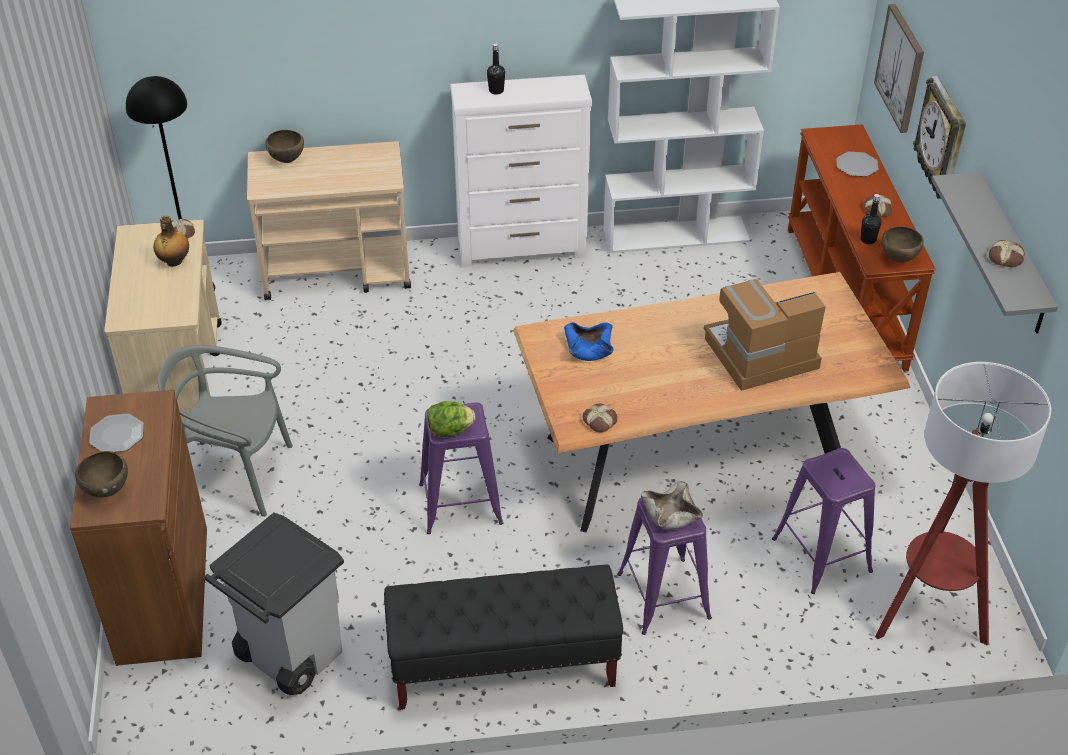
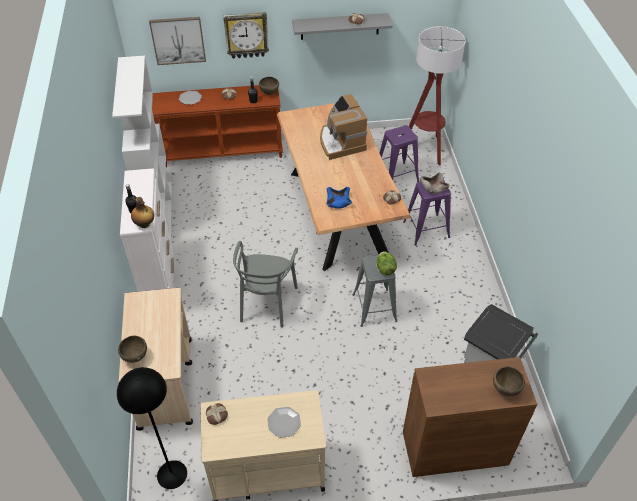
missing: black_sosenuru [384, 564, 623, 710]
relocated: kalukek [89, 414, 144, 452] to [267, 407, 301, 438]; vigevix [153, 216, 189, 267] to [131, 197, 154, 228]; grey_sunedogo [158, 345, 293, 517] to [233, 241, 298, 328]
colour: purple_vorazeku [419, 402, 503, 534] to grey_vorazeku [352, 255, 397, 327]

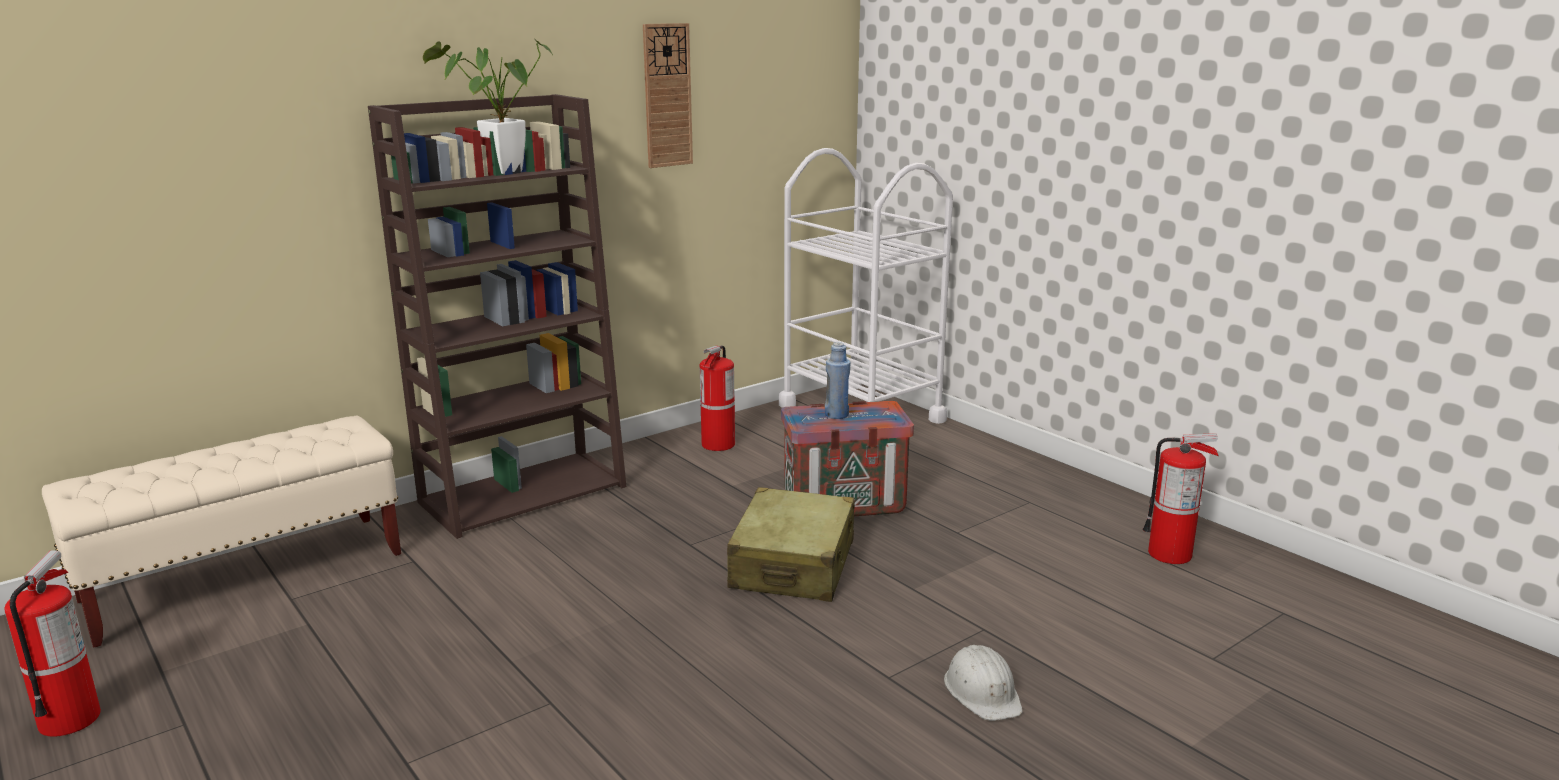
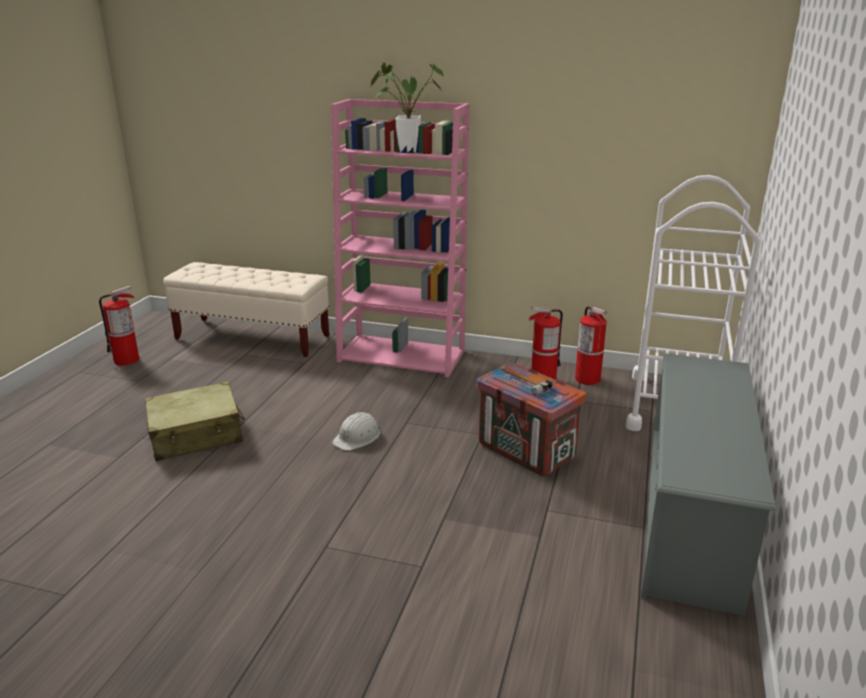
missing: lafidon [643, 23, 693, 168]
appeared: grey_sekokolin [641, 354, 776, 616]
relocated: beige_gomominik [727, 487, 855, 602] to [145, 381, 245, 461]; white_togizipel [944, 645, 1023, 721] to [332, 412, 380, 451]; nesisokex [1142, 433, 1219, 564] to [575, 306, 607, 385]
exchanged: blue_vigevix [825, 342, 850, 419] to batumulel [500, 366, 553, 395]
colour: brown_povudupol [368, 94, 627, 539] to pink_povudupol [331, 99, 469, 377]

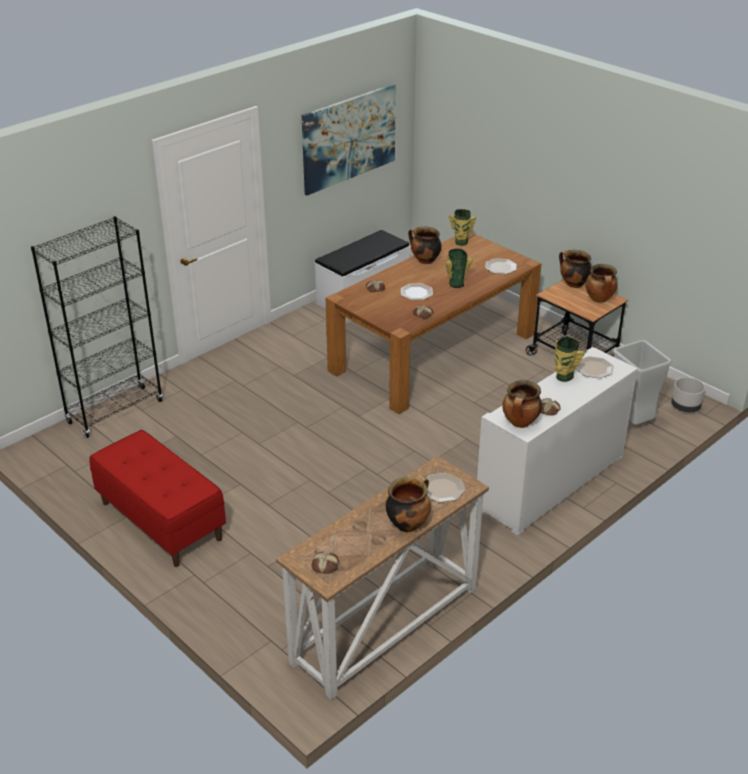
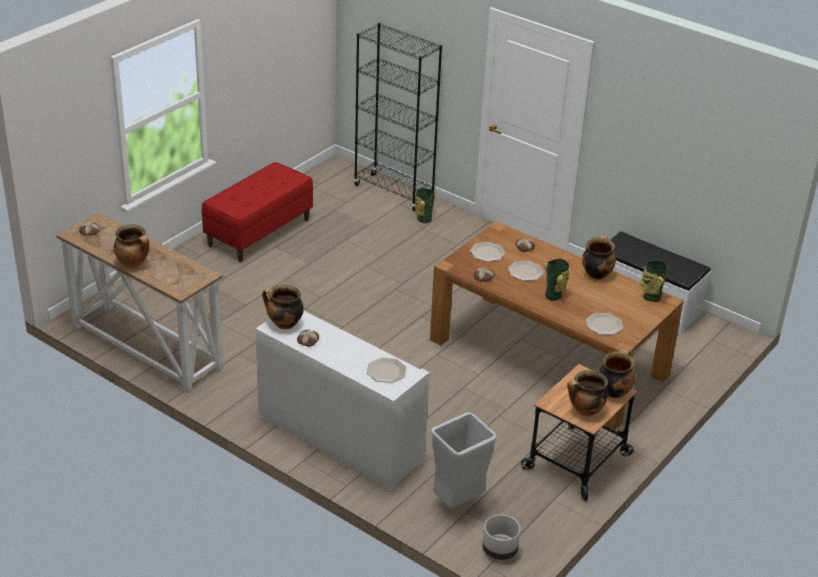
missing: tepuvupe [302, 84, 396, 195]
relocated: kalukek [426, 473, 465, 503] to [470, 242, 505, 262]; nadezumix [554, 337, 585, 382] to [414, 188, 436, 223]

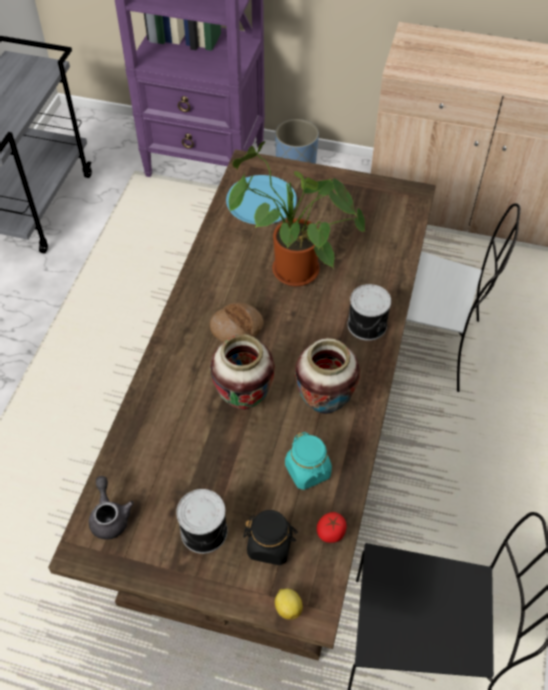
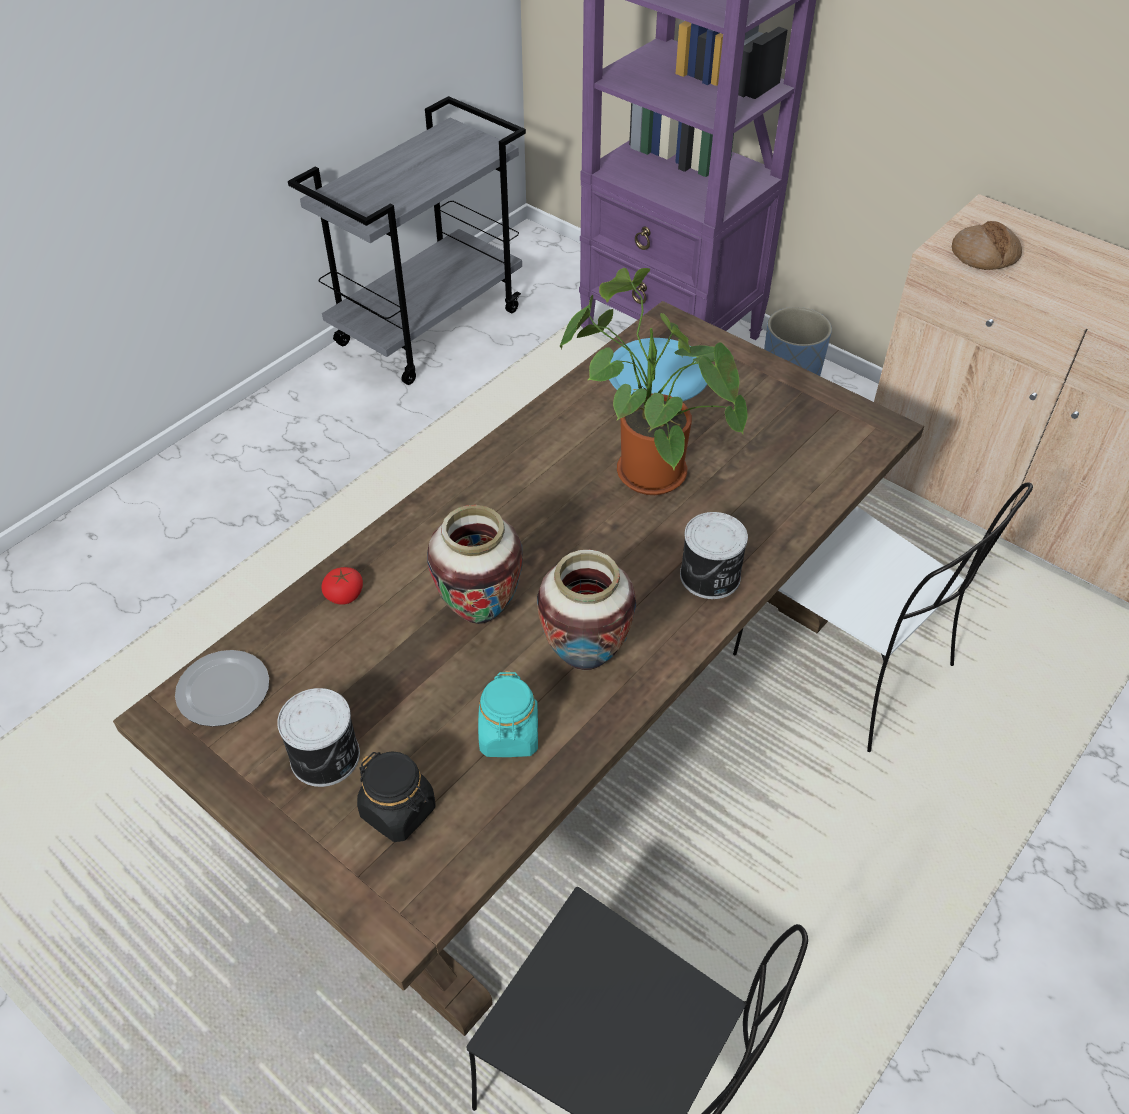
missing: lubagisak [275, 588, 303, 620]
relocated: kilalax [210, 302, 263, 343] to [952, 221, 1022, 270]; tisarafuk [317, 512, 347, 543] to [321, 567, 363, 605]
exchanged: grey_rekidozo [89, 476, 134, 540] to kalukek [175, 650, 269, 727]

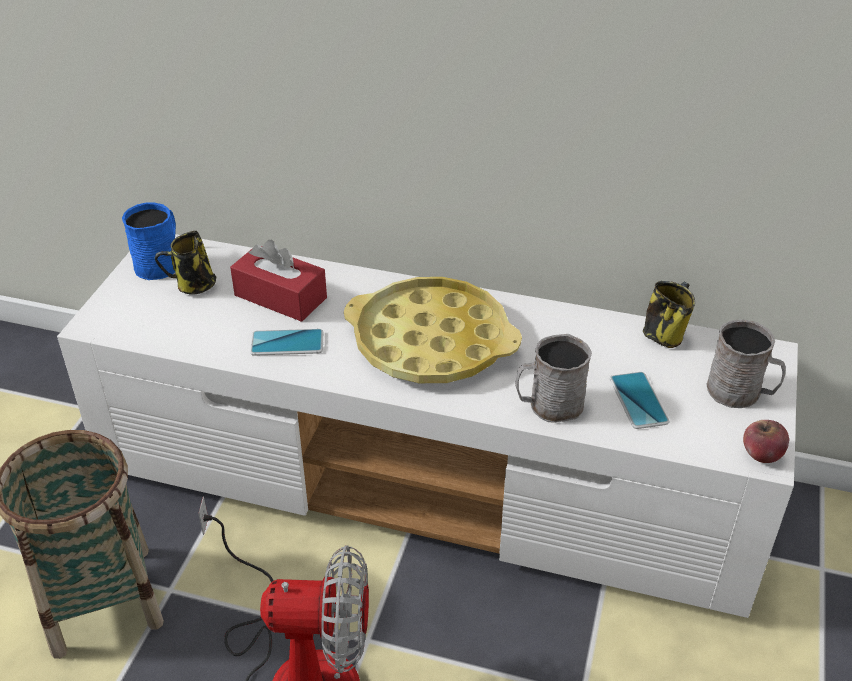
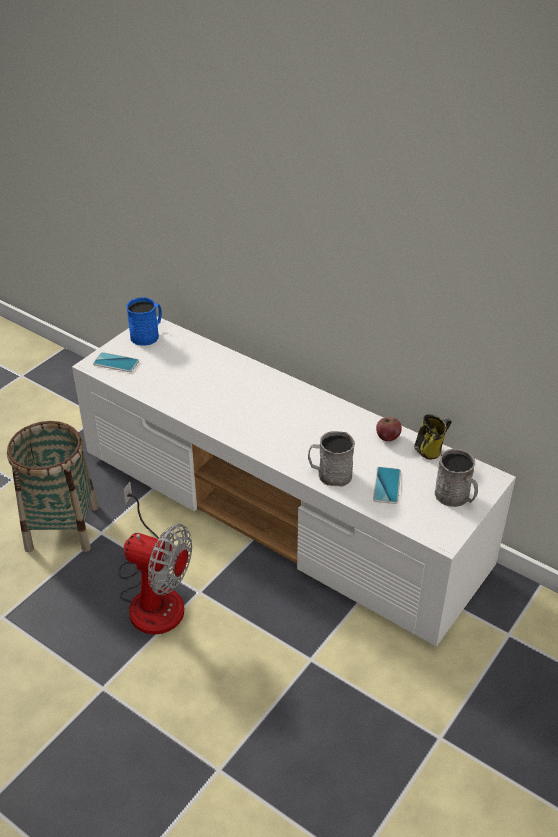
missing: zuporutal [155, 231, 216, 294]; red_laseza [230, 240, 327, 322]; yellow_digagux [344, 277, 522, 383]
relocated: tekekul [250, 329, 324, 356] to [93, 352, 139, 372]; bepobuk [743, 420, 789, 463] to [376, 417, 402, 441]

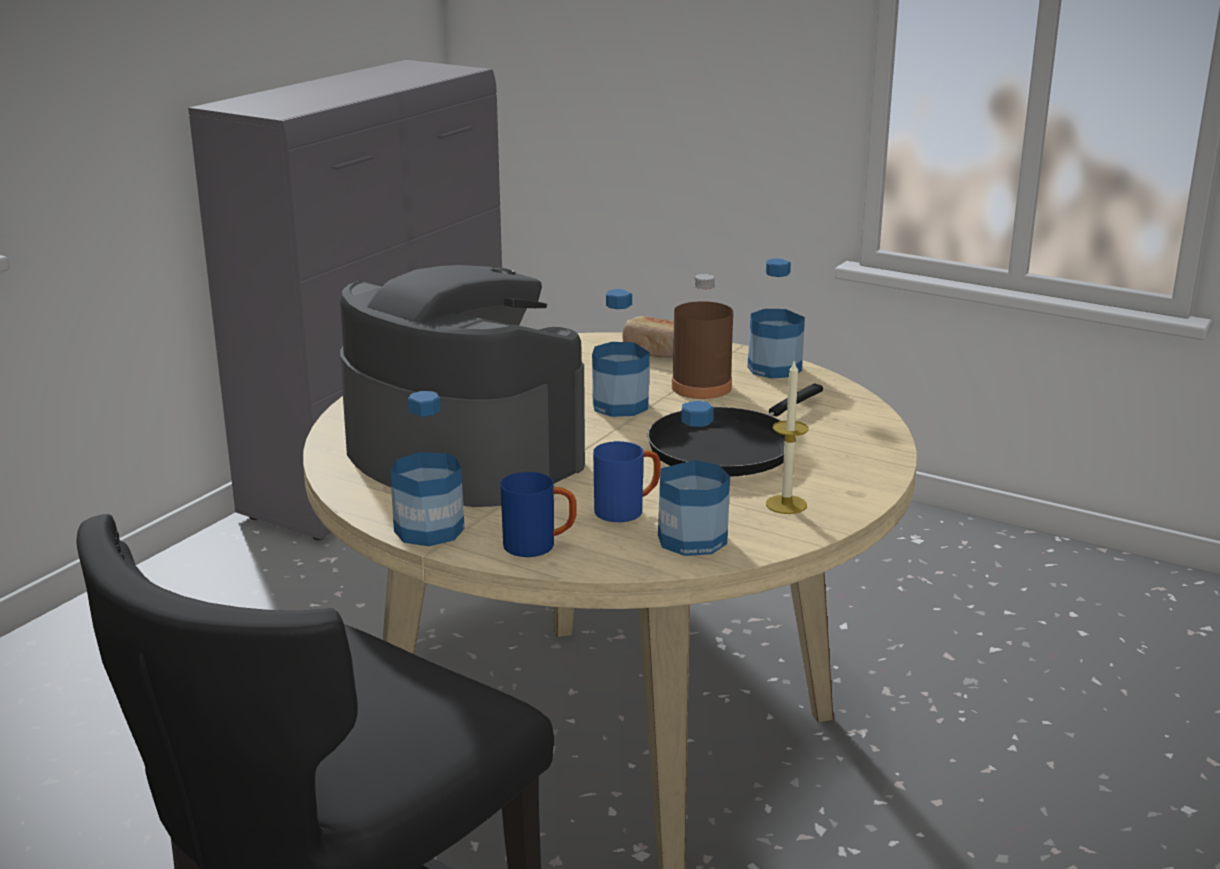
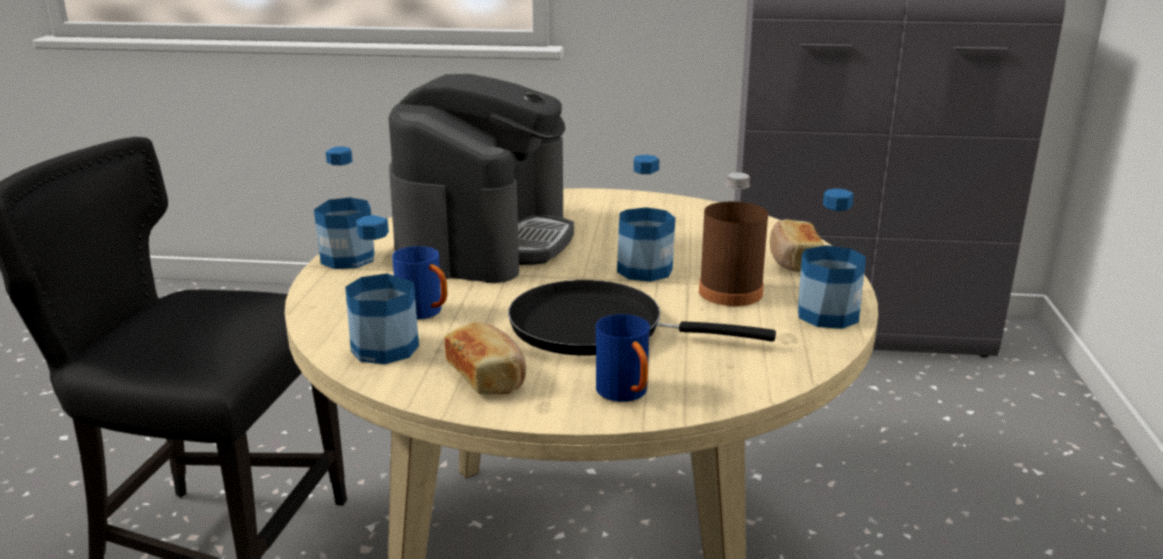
relocated: blue_zuporutal [500, 472, 577, 557] to [596, 314, 650, 402]
exchanged: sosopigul [766, 359, 808, 514] to kilalax [444, 322, 526, 395]

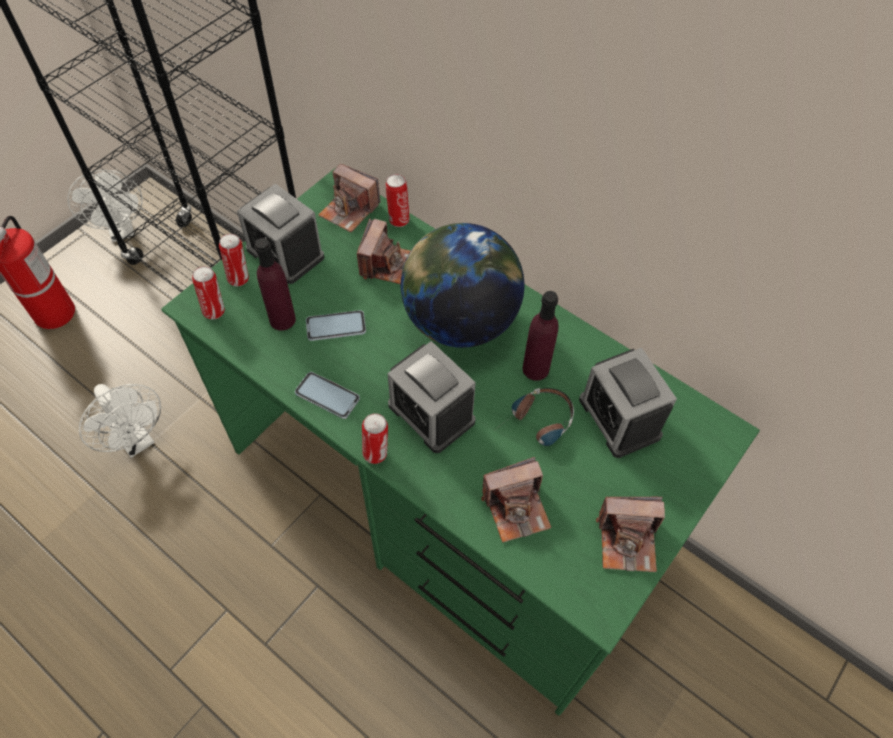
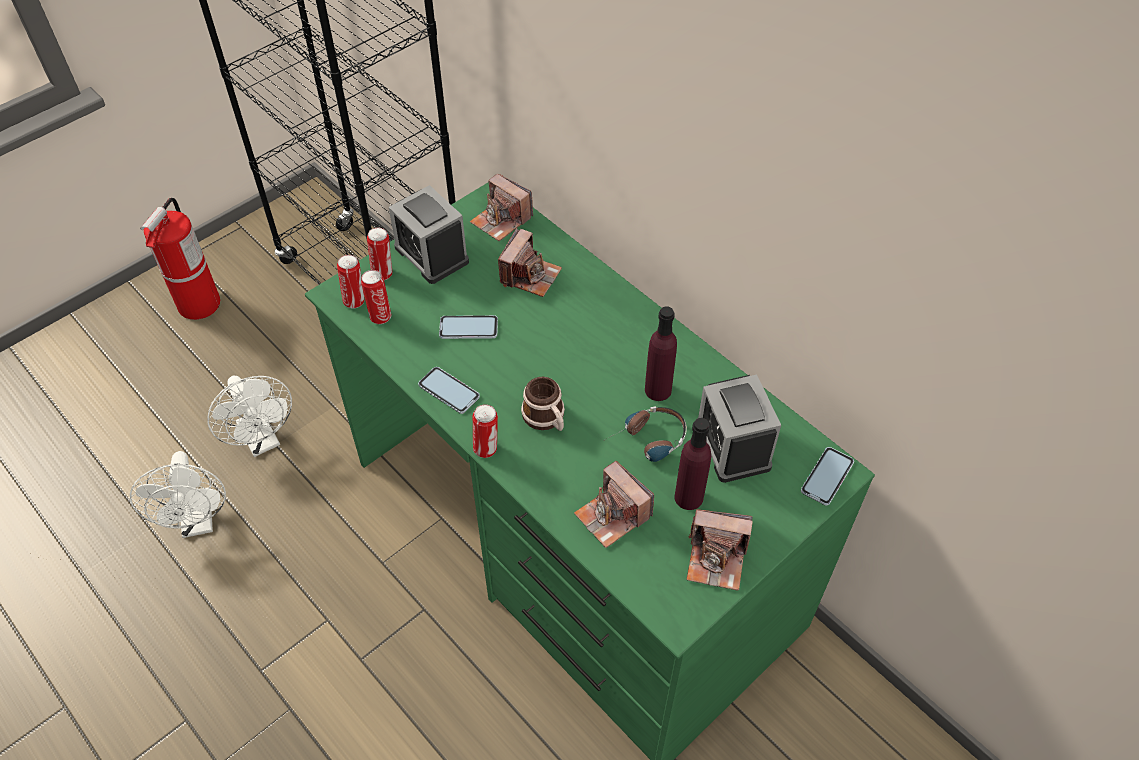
missing: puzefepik [401, 223, 524, 348]
appeared: tekekul [801, 447, 854, 505]
relocated: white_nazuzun [67, 170, 142, 242] to [130, 451, 226, 538]; purple_vigevix [255, 238, 296, 331] to [674, 418, 711, 510]; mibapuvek [385, 174, 410, 227] to [361, 270, 391, 324]
exchanged: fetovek [387, 341, 476, 453] to zuporutal [521, 377, 565, 431]
spun: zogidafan [482, 457, 552, 542] = [574, 461, 654, 548] 60 degrees clockwise

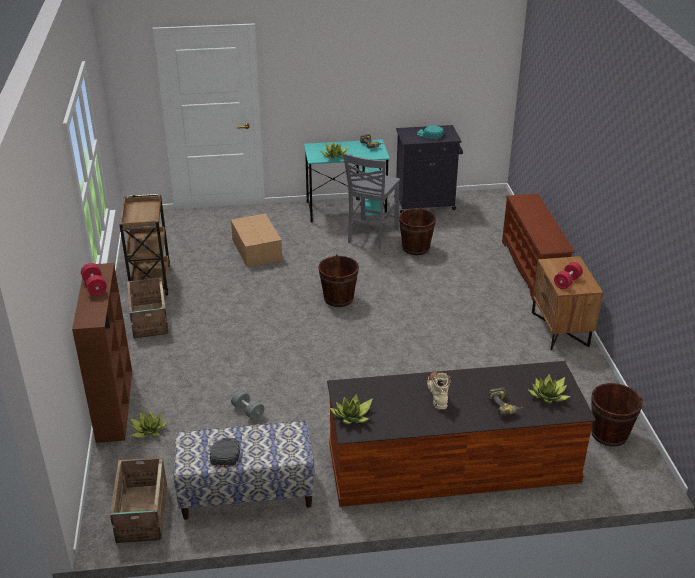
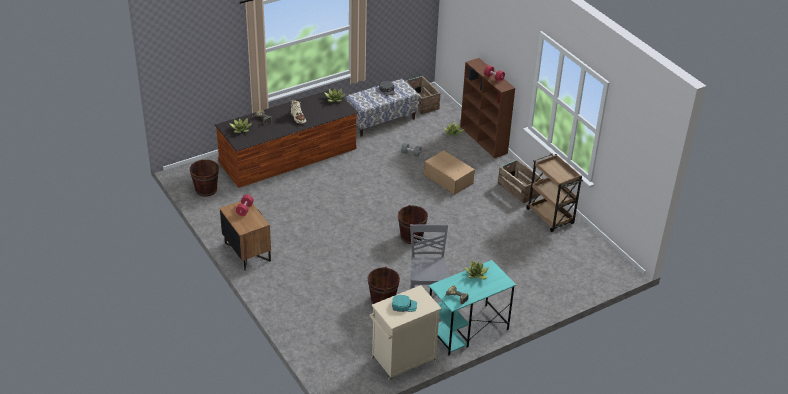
missing: brown_sekokolin [502, 194, 575, 300]
relocated: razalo [231, 214, 282, 267] to [424, 150, 475, 195]
colour: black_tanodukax [394, 125, 463, 213] to beige_tanodukax [370, 285, 442, 381]

